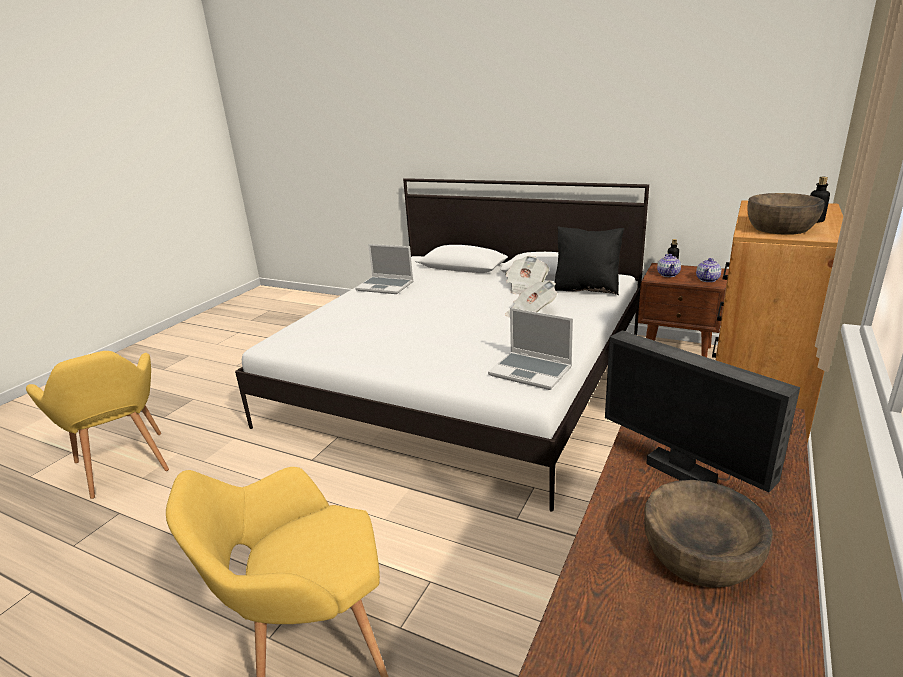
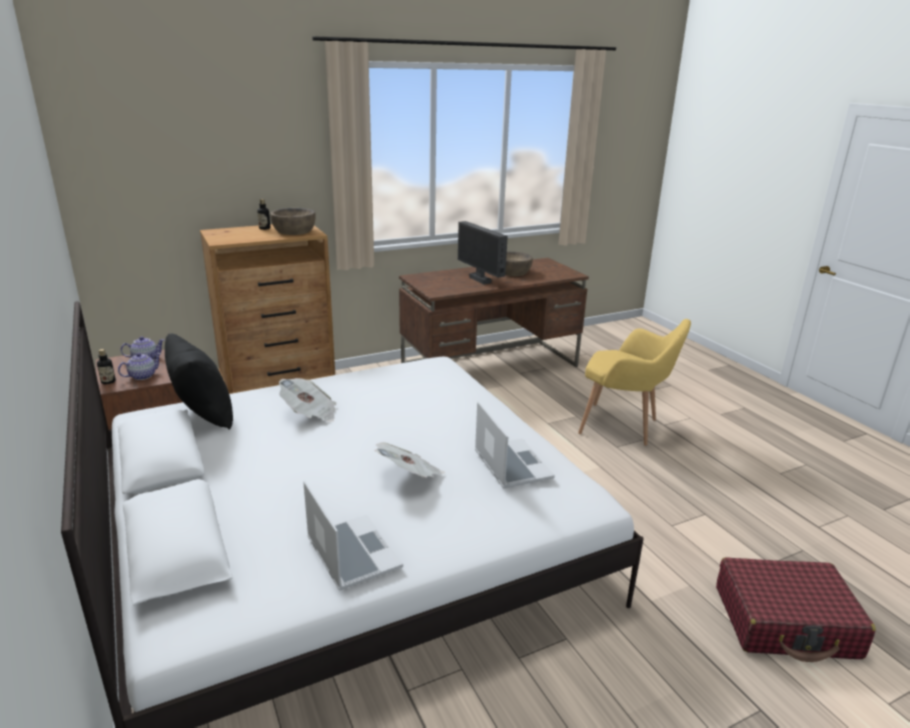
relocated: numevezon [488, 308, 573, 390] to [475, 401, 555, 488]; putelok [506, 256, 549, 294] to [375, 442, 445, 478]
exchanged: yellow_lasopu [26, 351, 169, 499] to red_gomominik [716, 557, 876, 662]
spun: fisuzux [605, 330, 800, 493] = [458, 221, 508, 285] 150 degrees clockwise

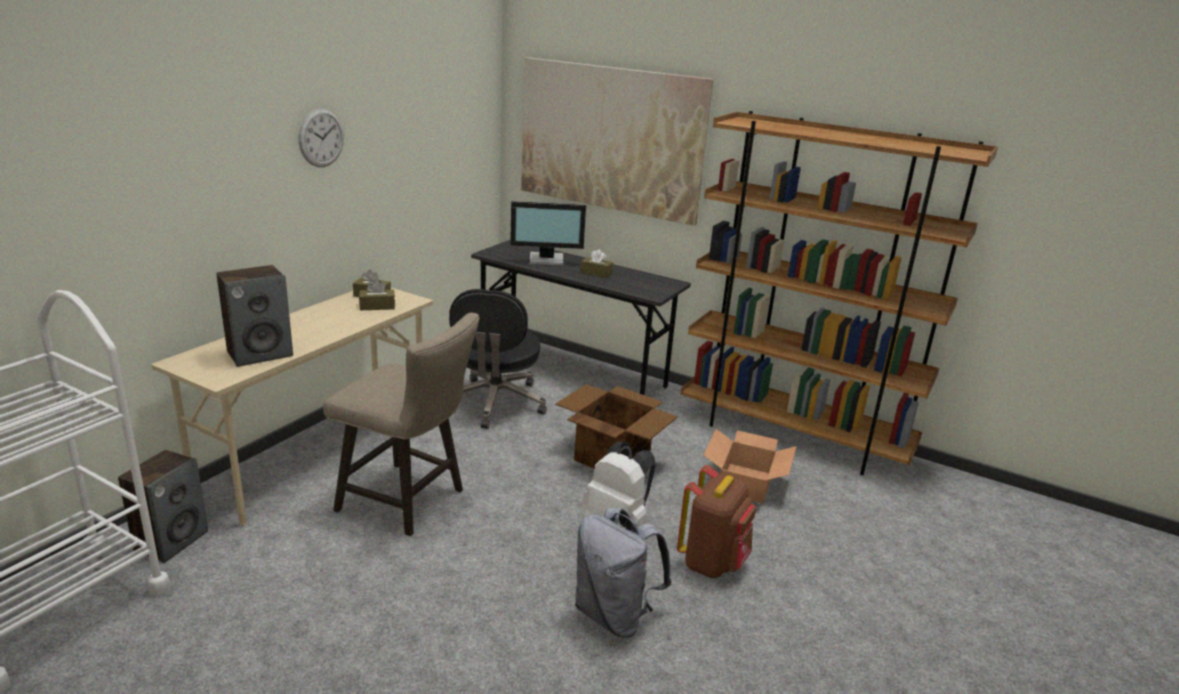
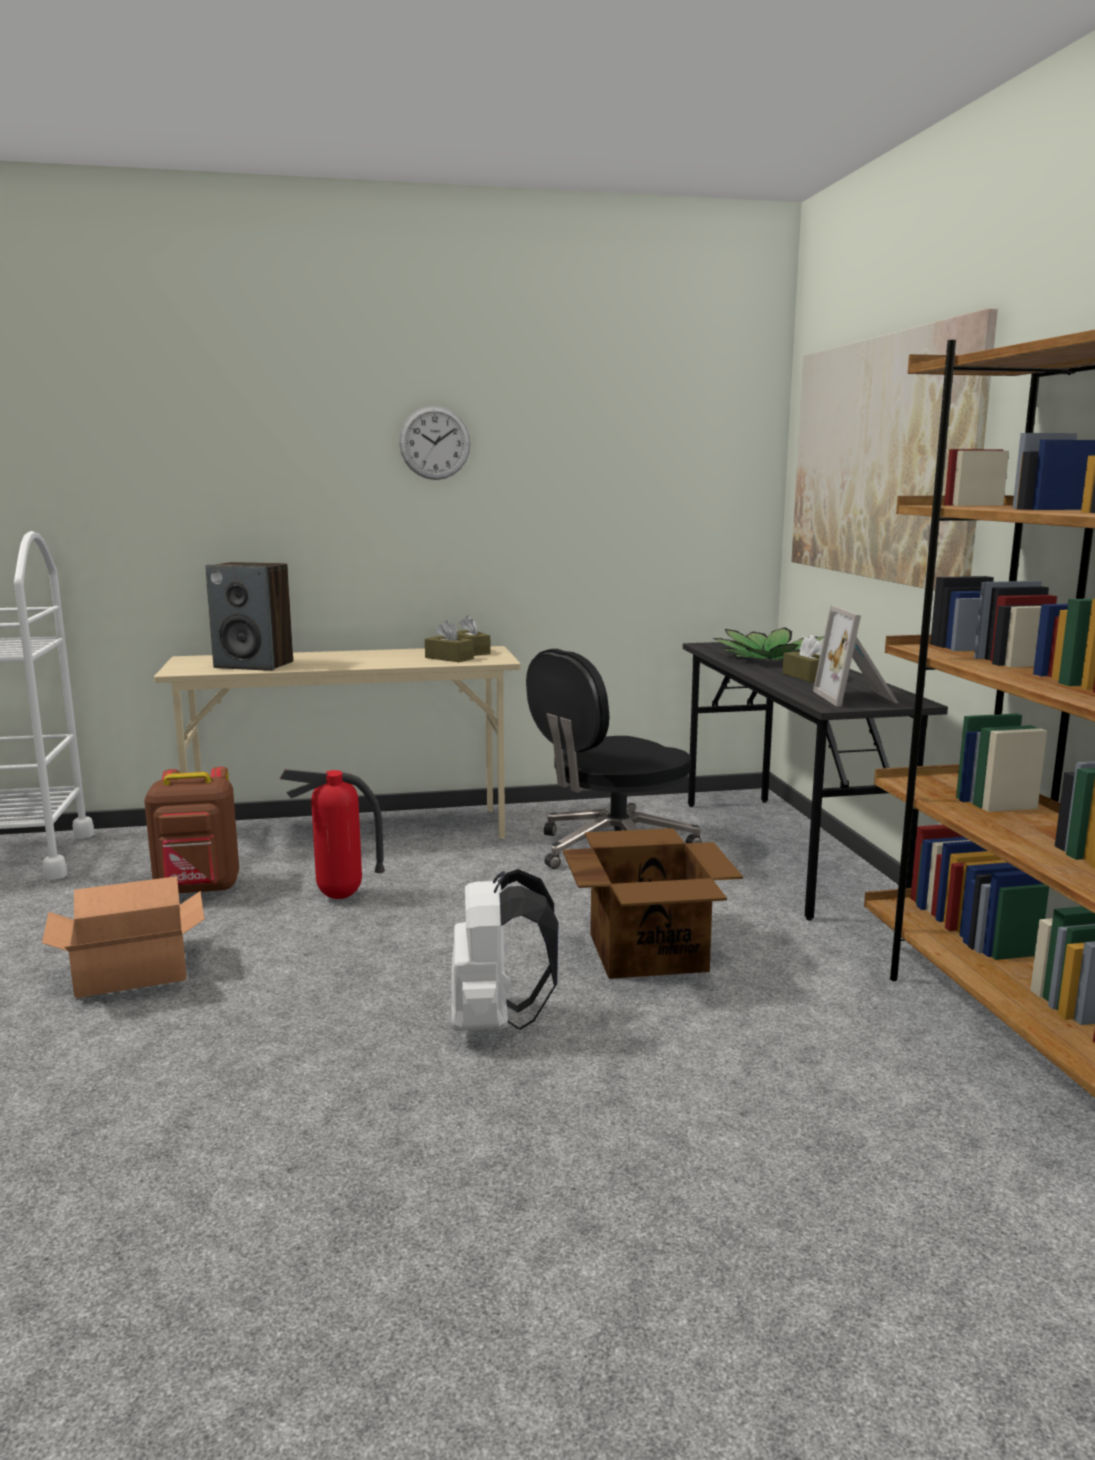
missing: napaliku [118, 450, 208, 563]; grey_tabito [575, 507, 672, 638]
appeared: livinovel [813, 606, 898, 706]
relocated: brown_tabito [677, 465, 756, 578] to [144, 767, 239, 893]; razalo [704, 429, 797, 504] to [42, 876, 204, 998]
exchanged: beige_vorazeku [323, 313, 480, 536] to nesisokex [280, 769, 385, 899]; fisuzux [510, 201, 586, 266] to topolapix [712, 627, 824, 660]

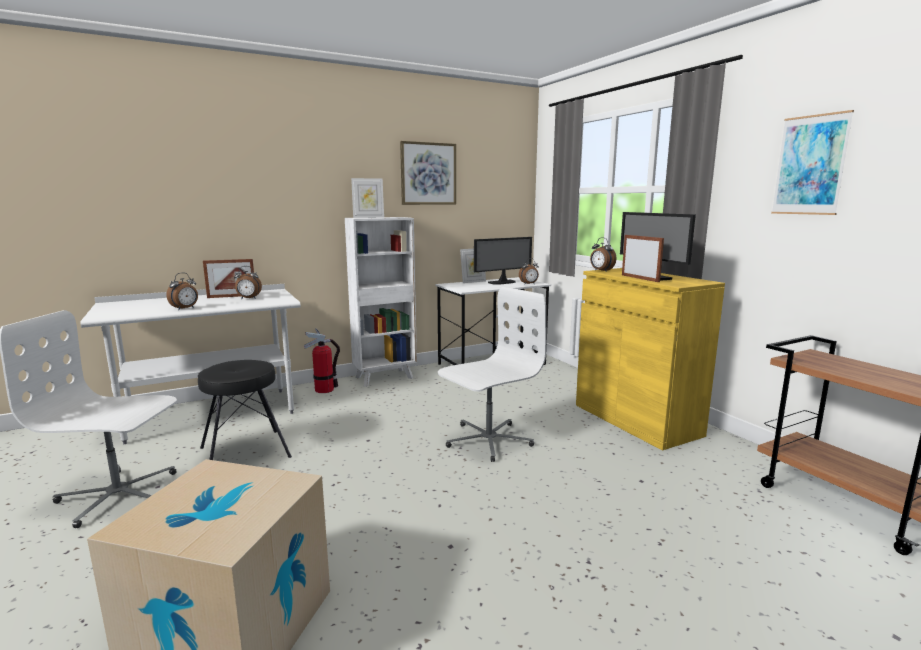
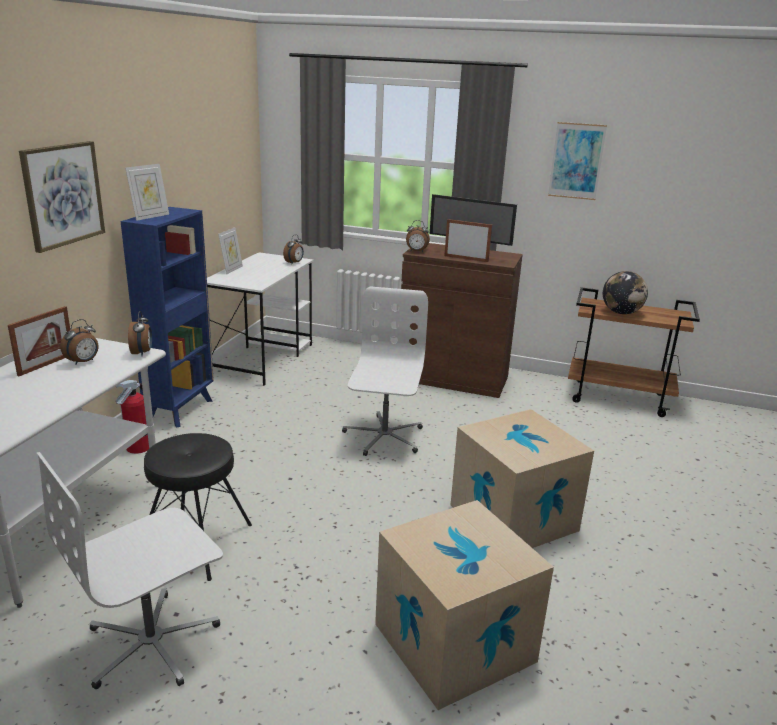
missing: fisuzux [474, 237, 532, 285]
appeared: razalo [451, 409, 594, 548]; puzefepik [603, 271, 648, 314]
relocated: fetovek [166, 273, 198, 310] to [128, 311, 152, 356]; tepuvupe [400, 141, 456, 205] to [19, 141, 105, 253]
colour: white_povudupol [345, 217, 417, 387] to blue_povudupol [121, 207, 214, 427]; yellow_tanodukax [576, 268, 725, 450] to brown_tanodukax [401, 243, 523, 398]

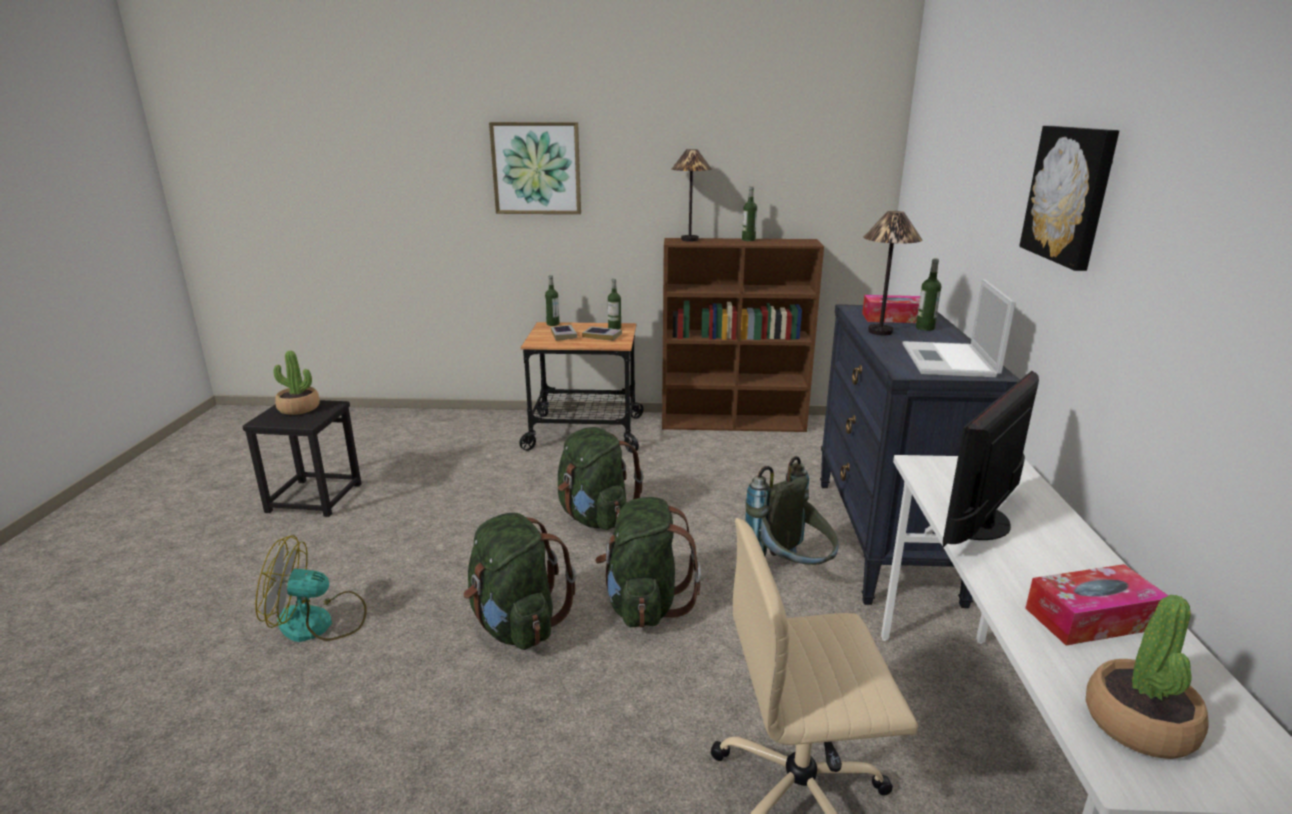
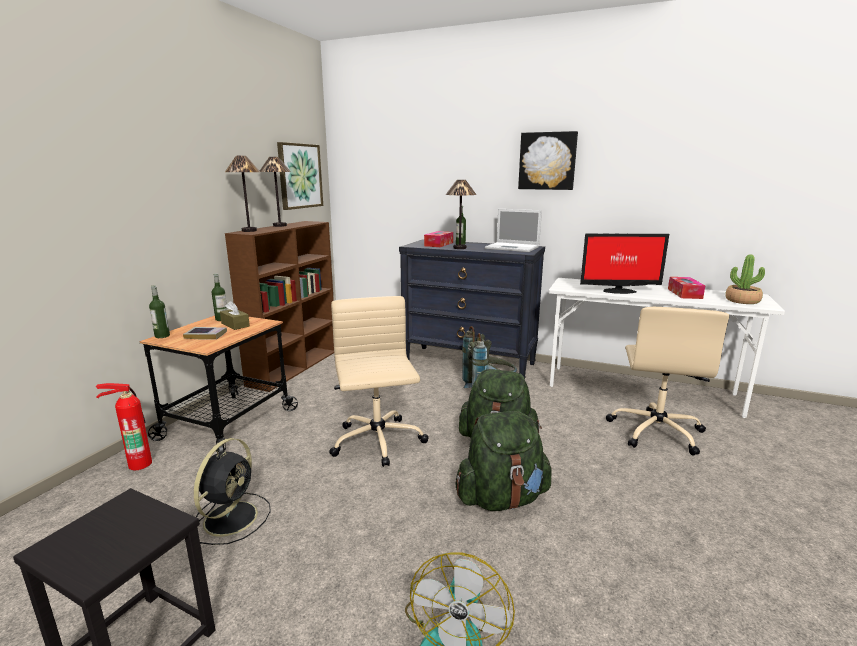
missing: topolapix [274, 351, 320, 415]
appeared: nesisokex [96, 383, 152, 470]; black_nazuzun [194, 438, 271, 545]
relocated: tepuvupe [489, 122, 581, 214] to [277, 142, 323, 210]
exchanged: green_tabito [558, 427, 644, 530] to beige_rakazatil [329, 296, 429, 467]; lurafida [582, 326, 622, 341] to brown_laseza [220, 301, 250, 330]; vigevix [742, 187, 757, 241] to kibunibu [260, 157, 291, 227]
spun: fisuzux [943, 371, 1039, 547] = [580, 233, 669, 294] 60 degrees counterclockwise

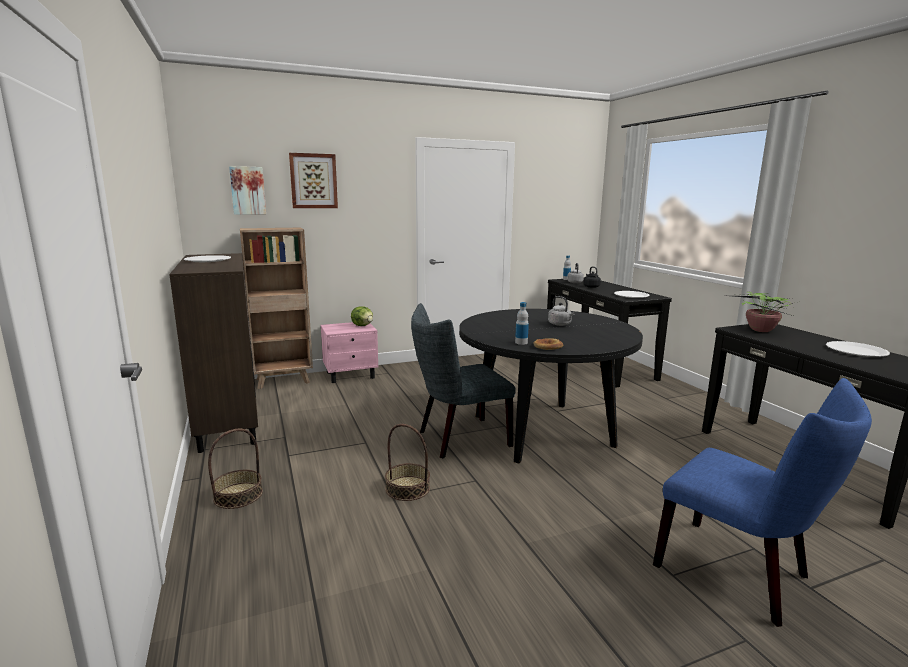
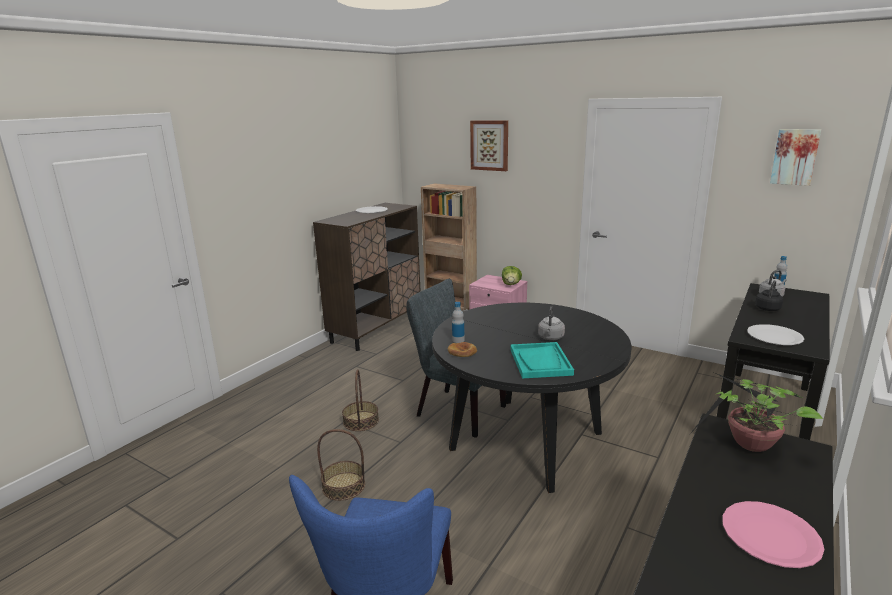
appeared: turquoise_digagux [510, 342, 574, 379]
relocated: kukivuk [208, 429, 263, 509] to [317, 429, 365, 501]; tepuvupe [229, 166, 266, 215] to [770, 129, 821, 186]
colour: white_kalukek [826, 341, 890, 357] to pink_kalukek [722, 501, 825, 568]

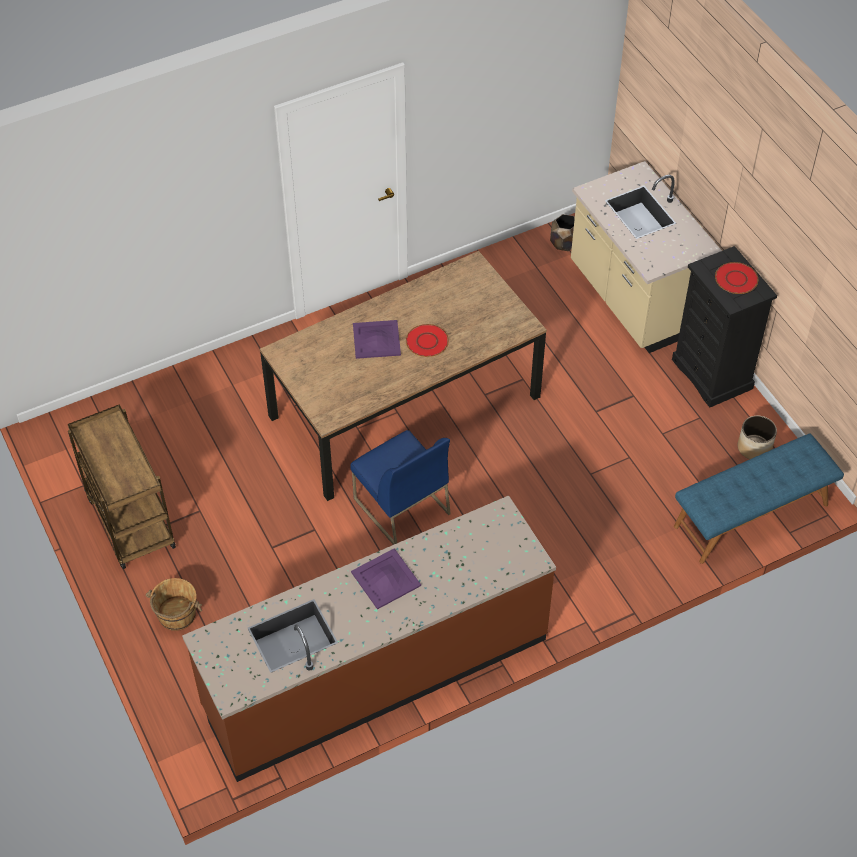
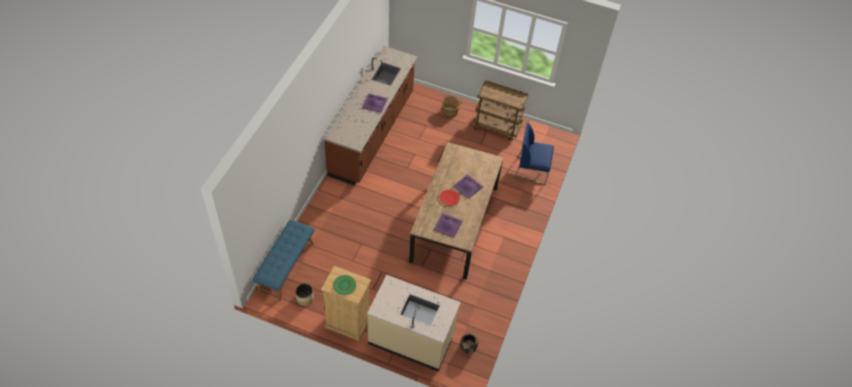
appeared: purple_digagux [434, 213, 462, 238]
relocated: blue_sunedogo [350, 430, 451, 545] to [514, 122, 554, 185]
colour: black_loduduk [672, 246, 777, 408] to beige_loduduk [321, 266, 371, 341]; red_kalukek [715, 262, 758, 294] to green_kalukek [333, 275, 356, 295]

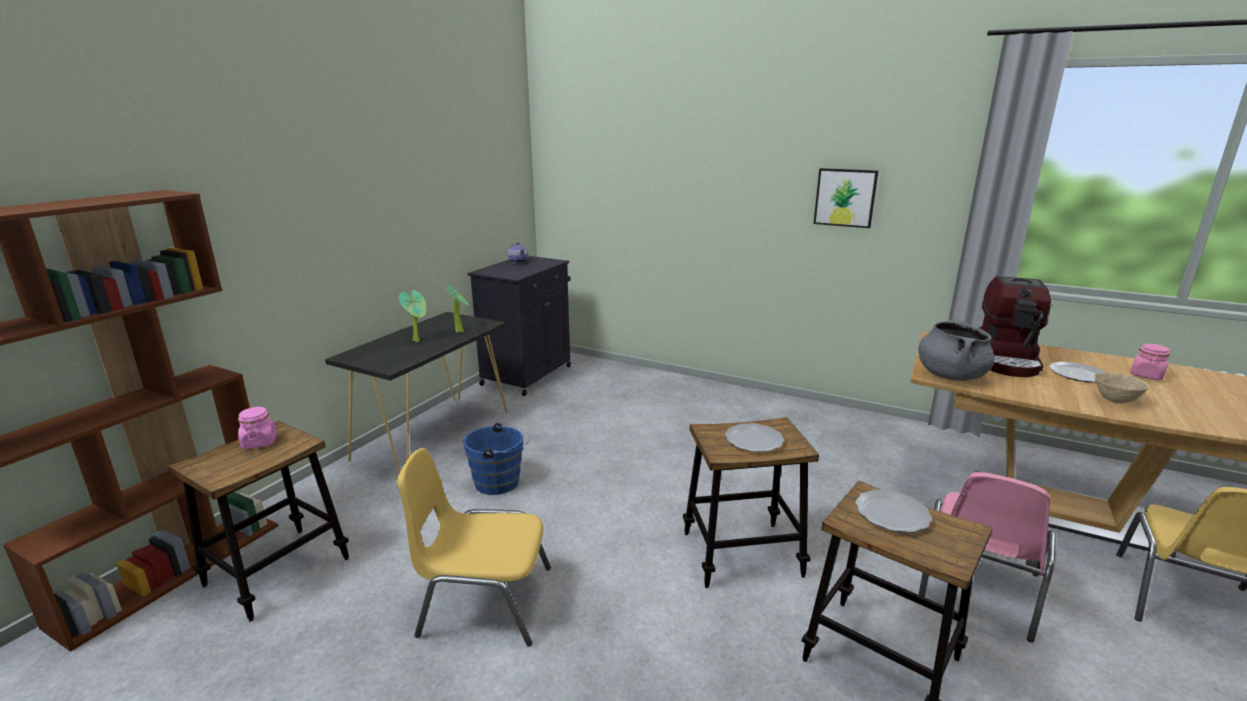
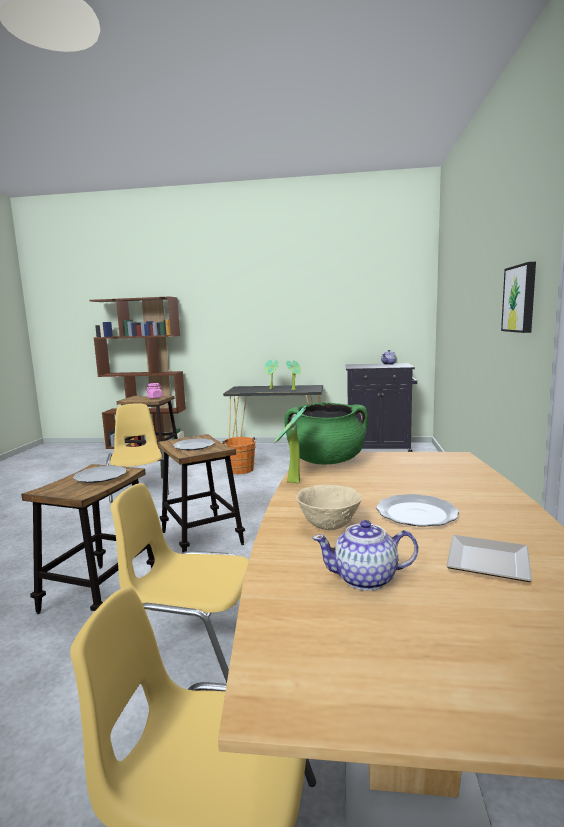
missing: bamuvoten [979, 276, 1051, 377]
appeared: topolapix [274, 405, 307, 483]; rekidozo [312, 520, 418, 591]
exchanged: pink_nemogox [1130, 344, 1170, 380] to kalukek [446, 535, 532, 582]
colour: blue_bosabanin [463, 423, 530, 495] to orange_bosabanin [222, 437, 256, 474]; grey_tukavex [918, 318, 995, 381] to green_tukavex [284, 402, 368, 464]; pink_sunedogo [918, 472, 1056, 643] to yellow_sunedogo [111, 483, 249, 683]

